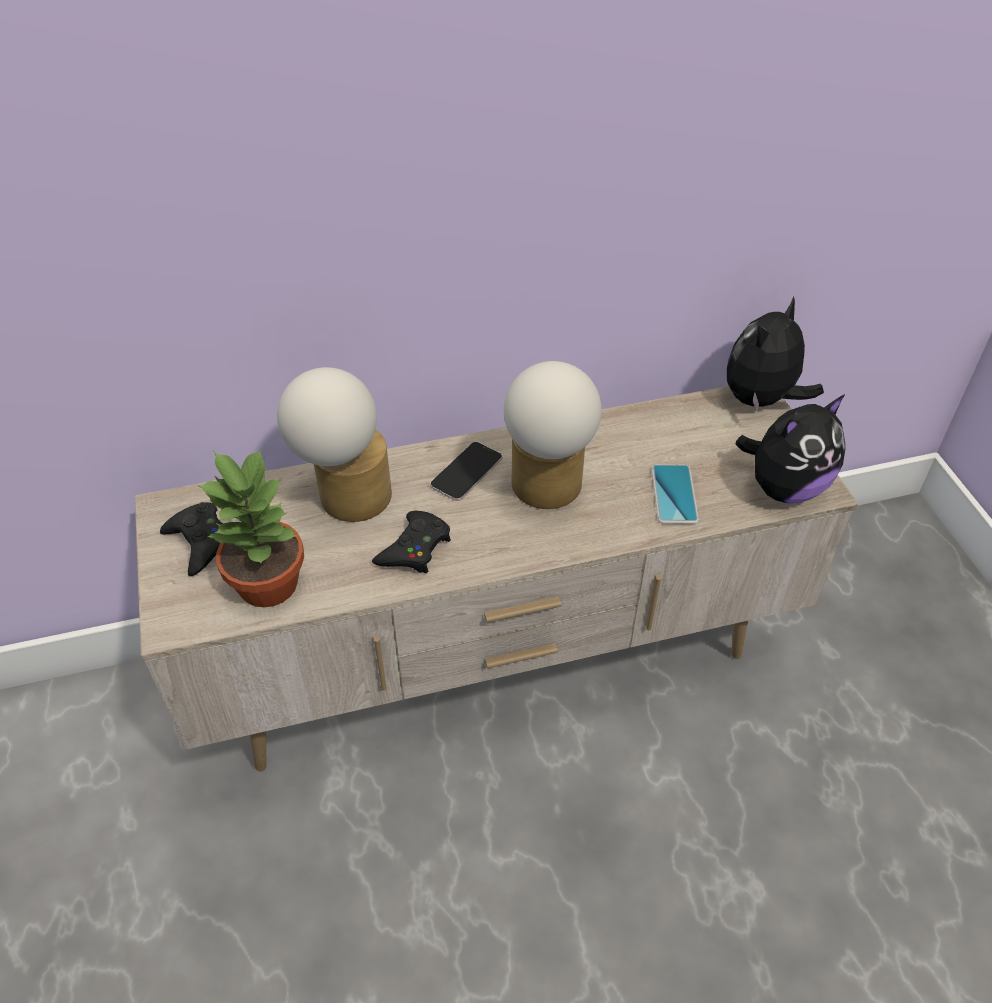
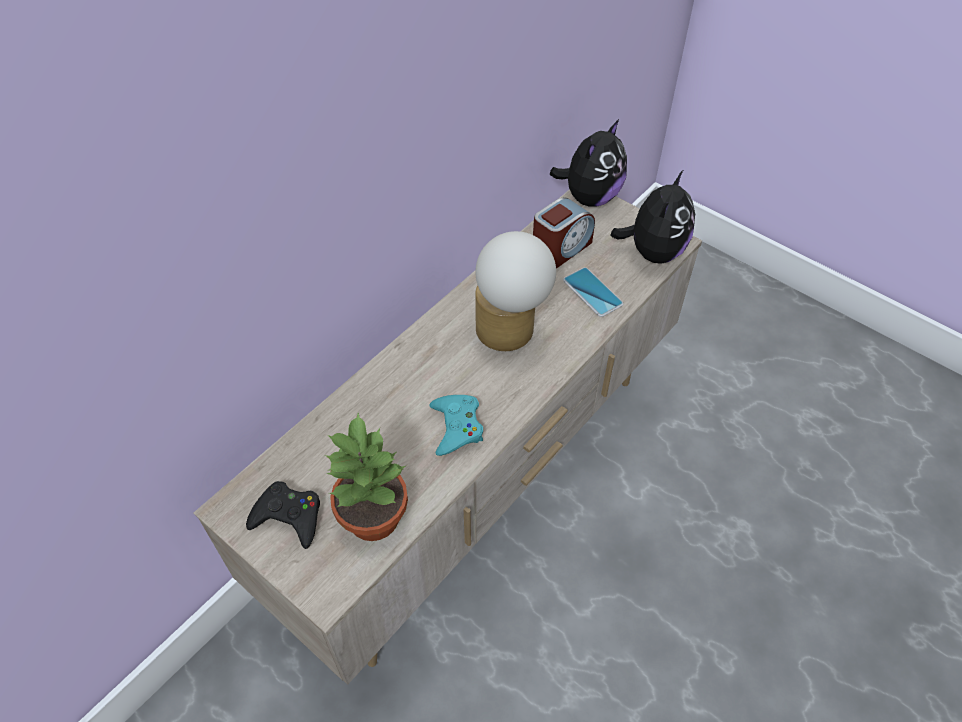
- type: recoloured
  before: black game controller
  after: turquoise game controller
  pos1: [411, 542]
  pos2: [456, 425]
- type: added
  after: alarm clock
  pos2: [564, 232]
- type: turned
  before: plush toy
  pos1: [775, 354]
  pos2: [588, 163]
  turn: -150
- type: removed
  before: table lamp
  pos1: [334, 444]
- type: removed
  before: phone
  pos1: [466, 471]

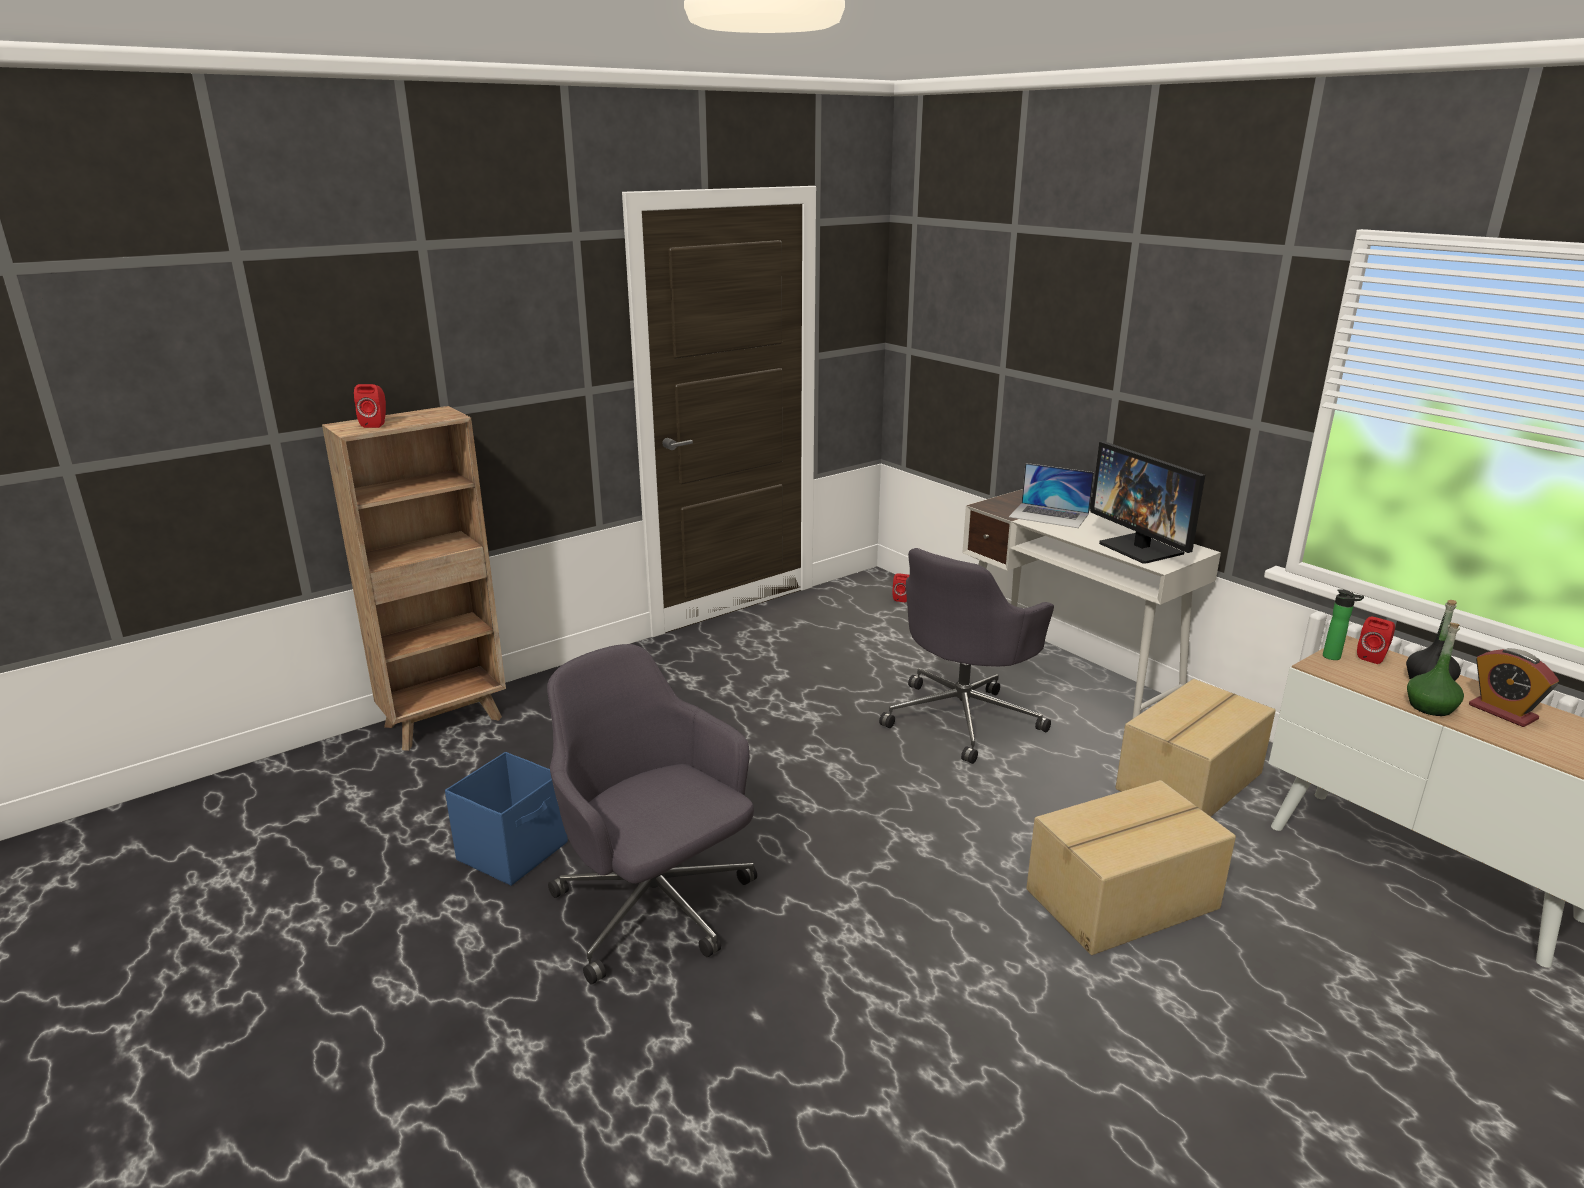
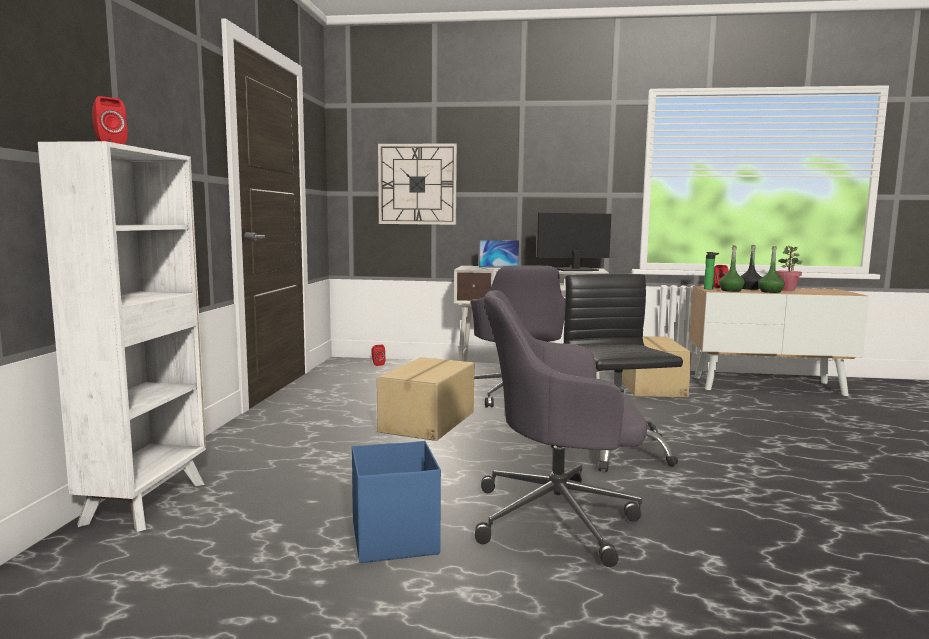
- type: recoloured
  before: brown bookcase
  after: white bookcase
  pos1: [414, 578]
  pos2: [122, 336]
- type: moved
  before: cardboard box
  pos1: [1131, 867]
  pos2: [425, 399]
- type: added
  after: wall clock
  pos2: [417, 184]
- type: turned
  before: monitor
  pos1: [1148, 502]
  pos2: [574, 242]
  turn: 150
- type: added
  after: black office chair
  pos2: [617, 373]
- type: added
  after: green bottle
  pos2: [732, 268]
- type: replaced
  before: alarm clock
  after: potted plant
  pos1: [1514, 687]
  pos2: [789, 268]

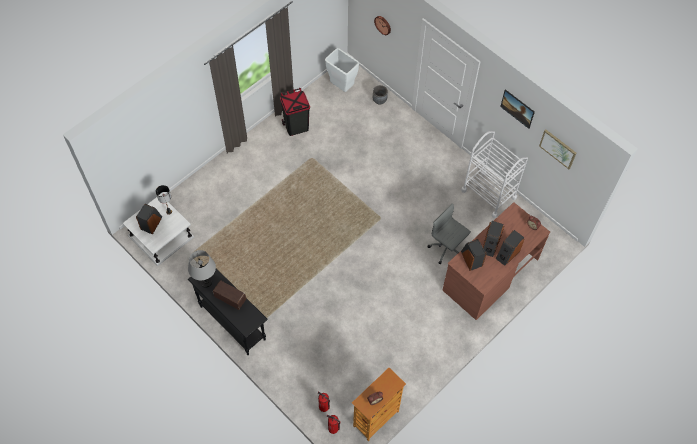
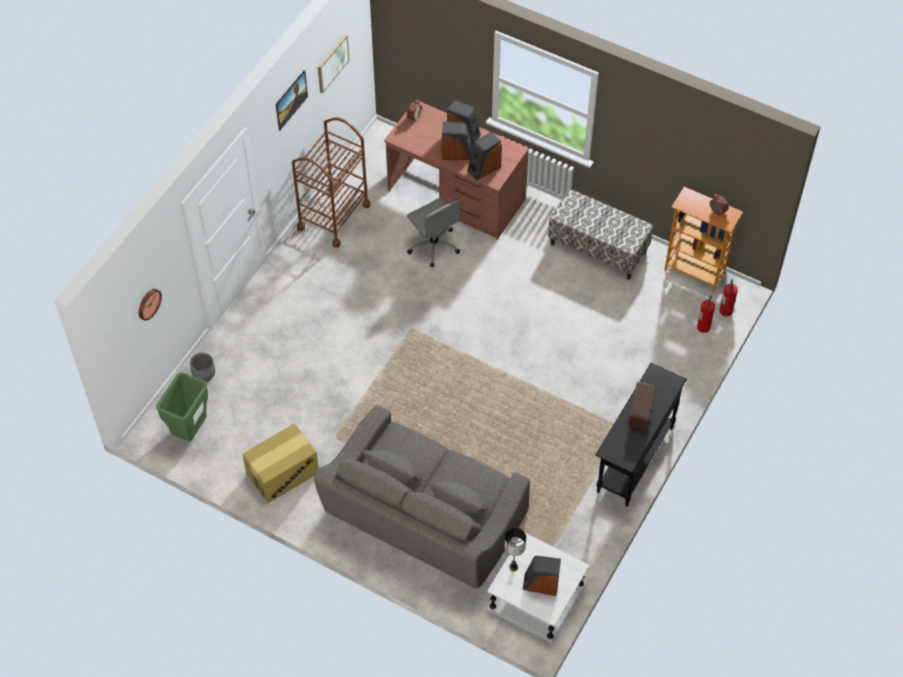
- type: recoloured
  before: white trash can
  after: green trash can
  pos1: [342, 70]
  pos2: [182, 406]
- type: replaced
  before: black trash can
  after: cardboard box
  pos1: [295, 112]
  pos2: [280, 463]
- type: recoloured
  before: white cart
  after: brown cart
  pos1: [494, 174]
  pos2: [331, 182]
- type: added
  after: grey sofa
  pos2: [422, 496]
- type: turned
  before: grey office chair
  pos1: [449, 233]
  pos2: [434, 232]
  turn: -60
- type: added
  after: bench
  pos2: [600, 234]
- type: removed
  before: grey table lamp
  pos1: [202, 269]

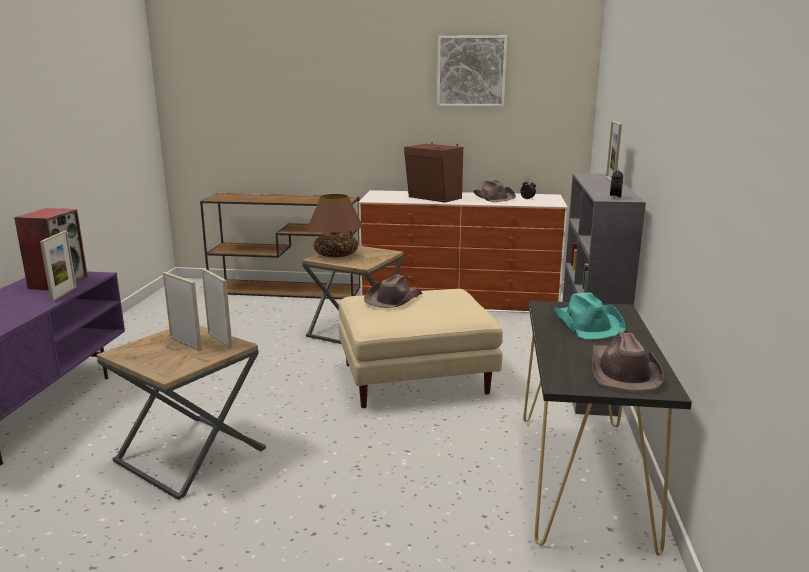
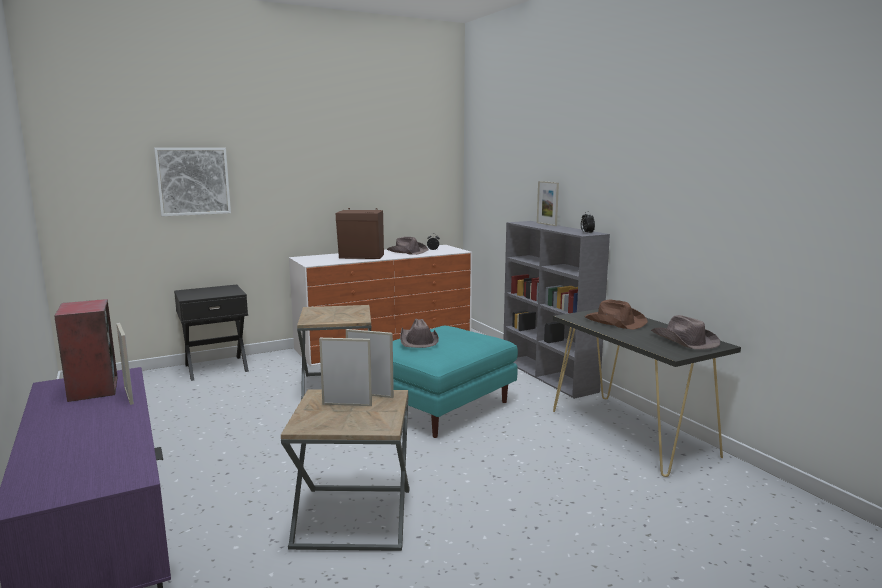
- type: moved
  before: picture
  pos1: [472, 71]
  pos2: [192, 182]
- type: replaced
  before: brown console table
  after: black nightstand
  pos1: [280, 246]
  pos2: [211, 333]
- type: recoloured
  before: beige ottoman
  after: turquoise ottoman
  pos1: [421, 348]
  pos2: [455, 382]
- type: recoloured
  before: turquoise hat
  after: brown hat
  pos1: [589, 316]
  pos2: [616, 315]
- type: removed
  before: brown table lamp
  pos1: [335, 225]

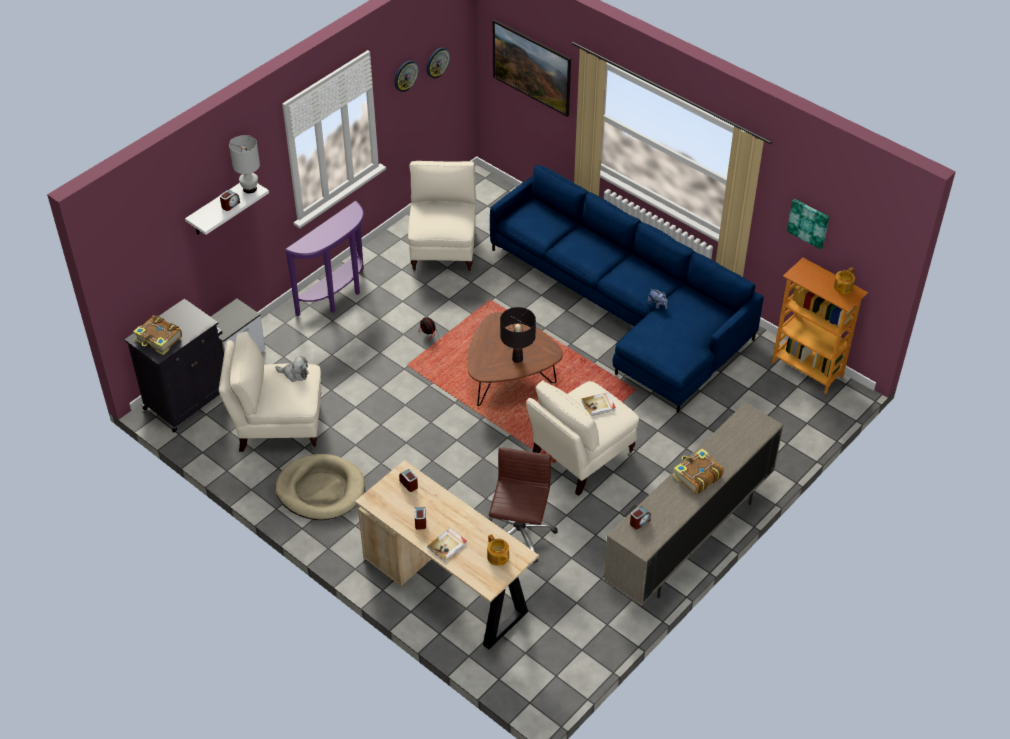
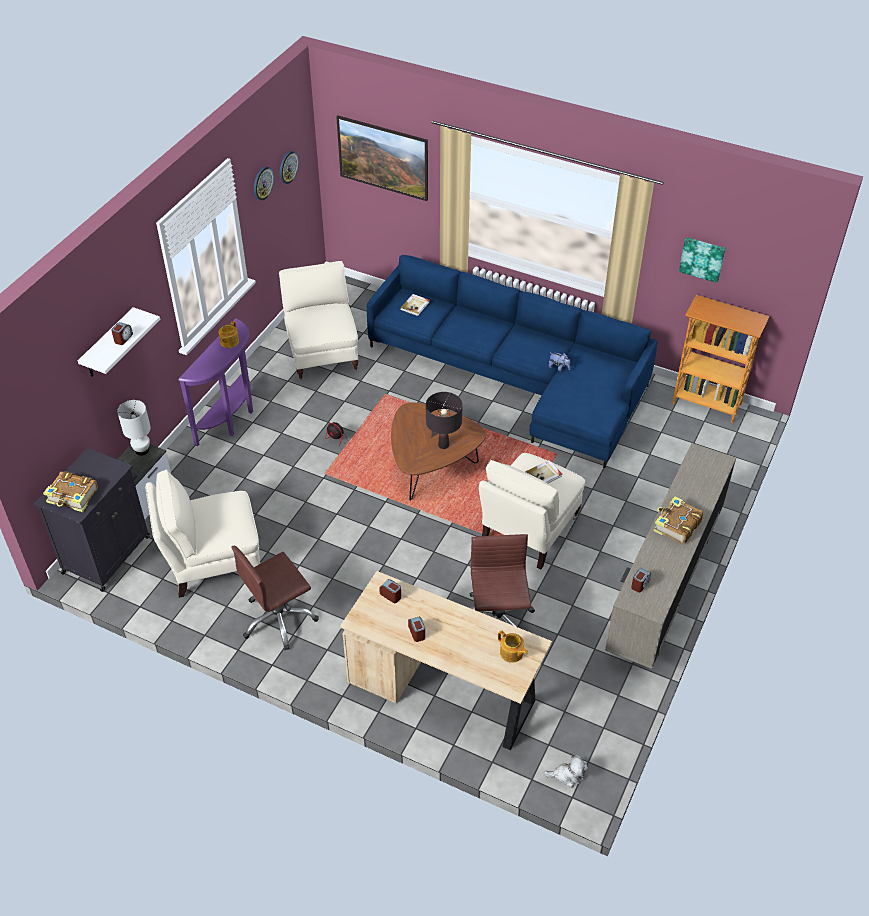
- type: moved
  before: white table lamp
  pos1: [244, 164]
  pos2: [134, 428]
- type: moved
  before: teapot
  pos1: [844, 280]
  pos2: [229, 334]
- type: replaced
  before: beige dog bed
  after: brown office chair
  pos1: [320, 487]
  pos2: [275, 598]
- type: moved
  before: book
  pos1: [447, 545]
  pos2: [414, 305]
- type: moved
  before: plush toy
  pos1: [291, 369]
  pos2: [566, 771]

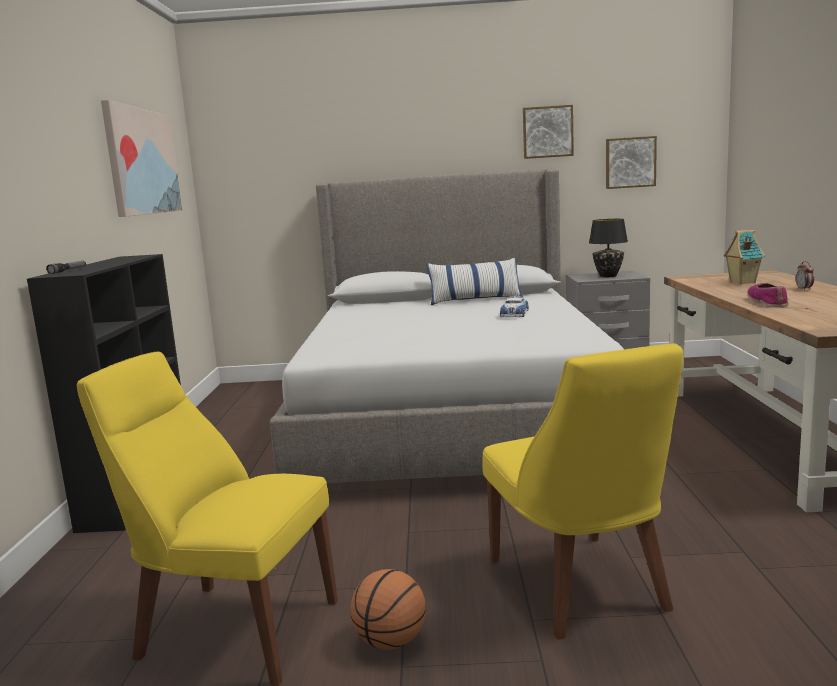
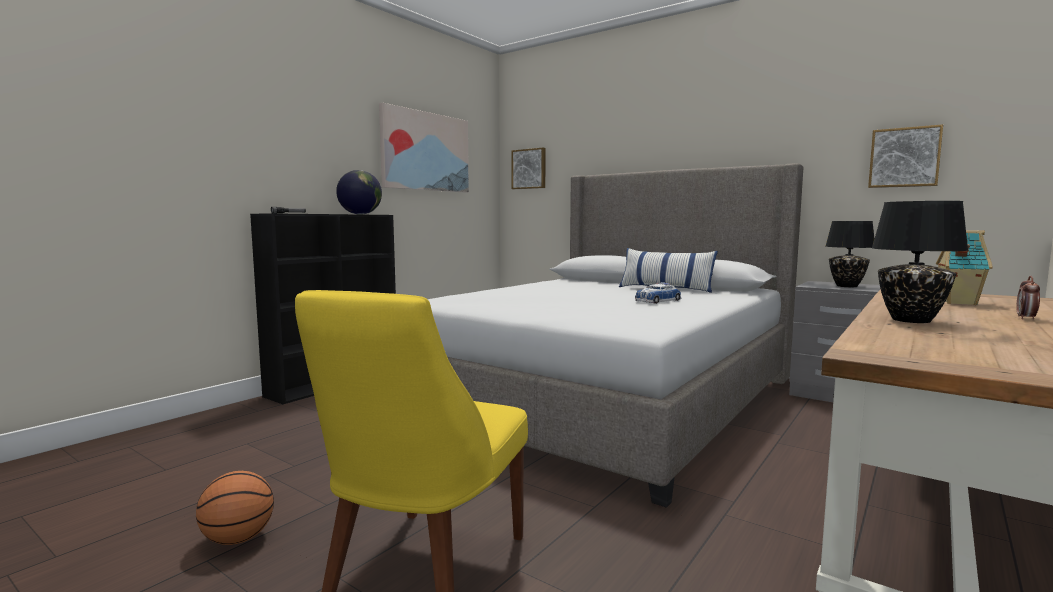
- type: added
  after: globe
  pos2: [359, 192]
- type: moved
  before: picture
  pos1: [548, 132]
  pos2: [528, 168]
- type: replaced
  before: shoe
  after: black table lamp
  pos1: [767, 295]
  pos2: [920, 262]
- type: removed
  before: yellow chair
  pos1: [207, 518]

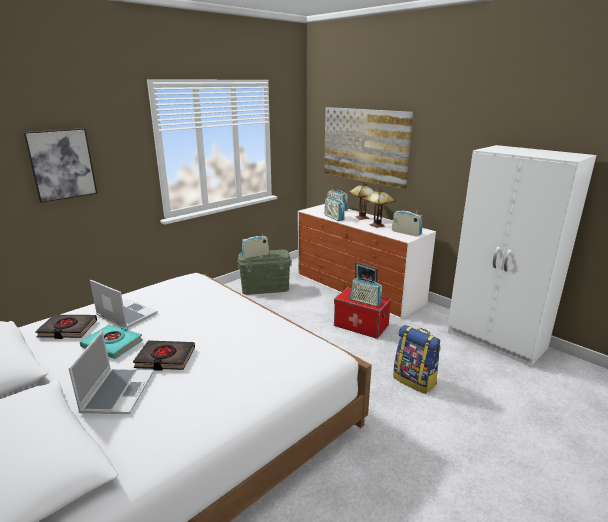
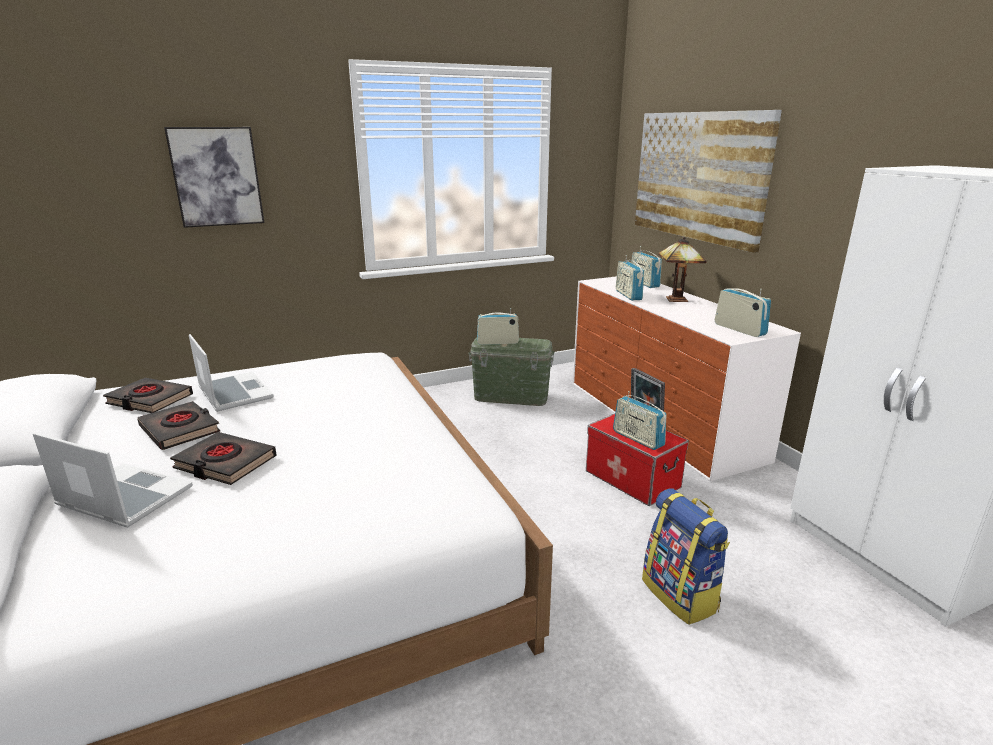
- type: turned
  before: laptop
  pos1: [111, 372]
  pos2: [113, 480]
  turn: -90
- type: recoloured
  before: turquoise book
  after: black book
  pos1: [111, 342]
  pos2: [178, 425]
- type: removed
  before: table lamp
  pos1: [379, 208]

